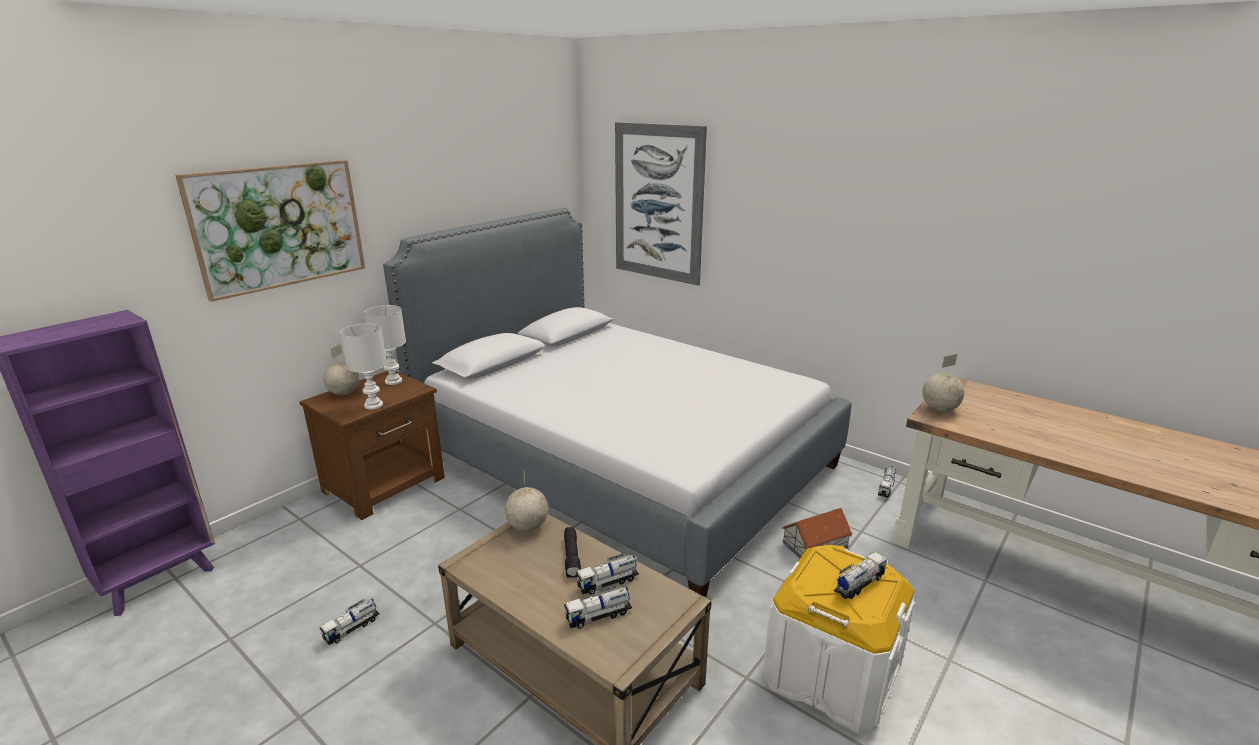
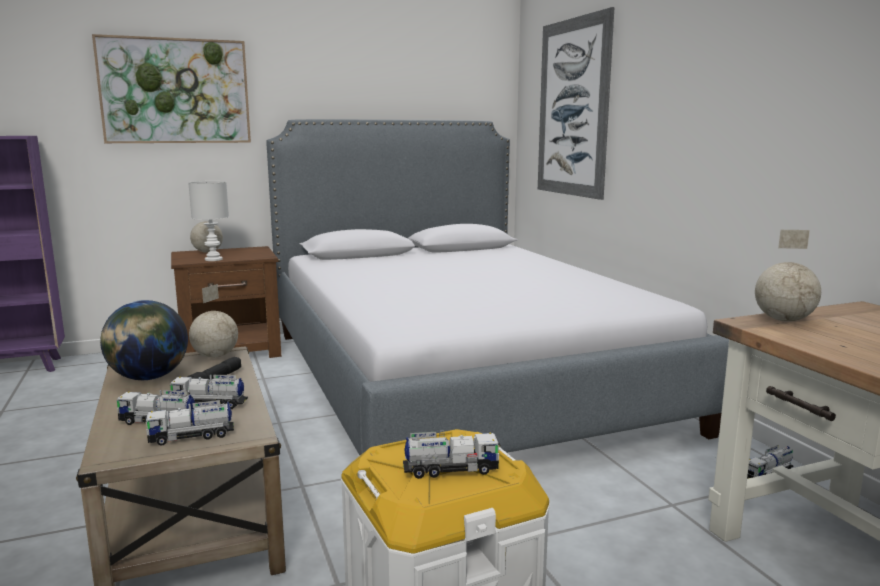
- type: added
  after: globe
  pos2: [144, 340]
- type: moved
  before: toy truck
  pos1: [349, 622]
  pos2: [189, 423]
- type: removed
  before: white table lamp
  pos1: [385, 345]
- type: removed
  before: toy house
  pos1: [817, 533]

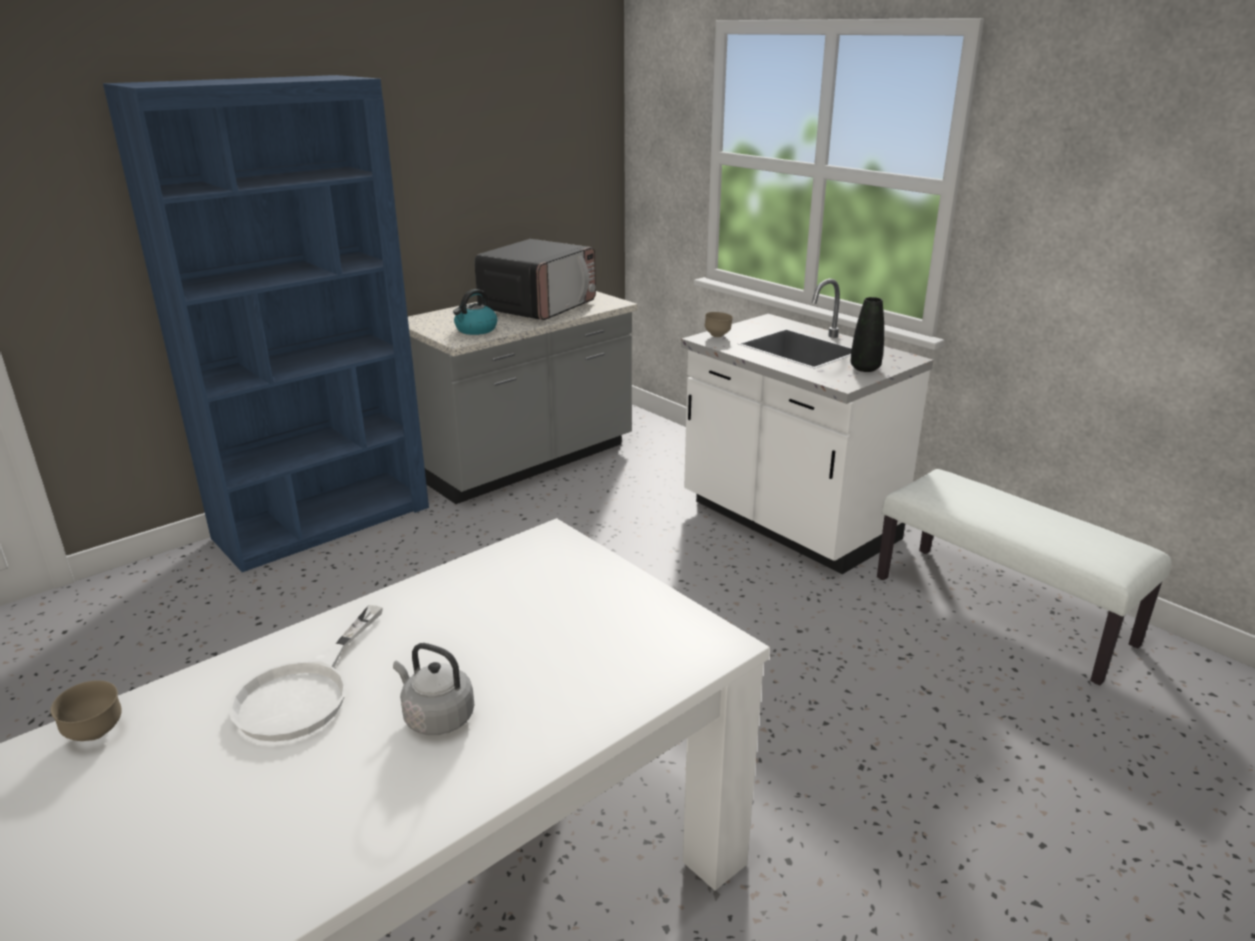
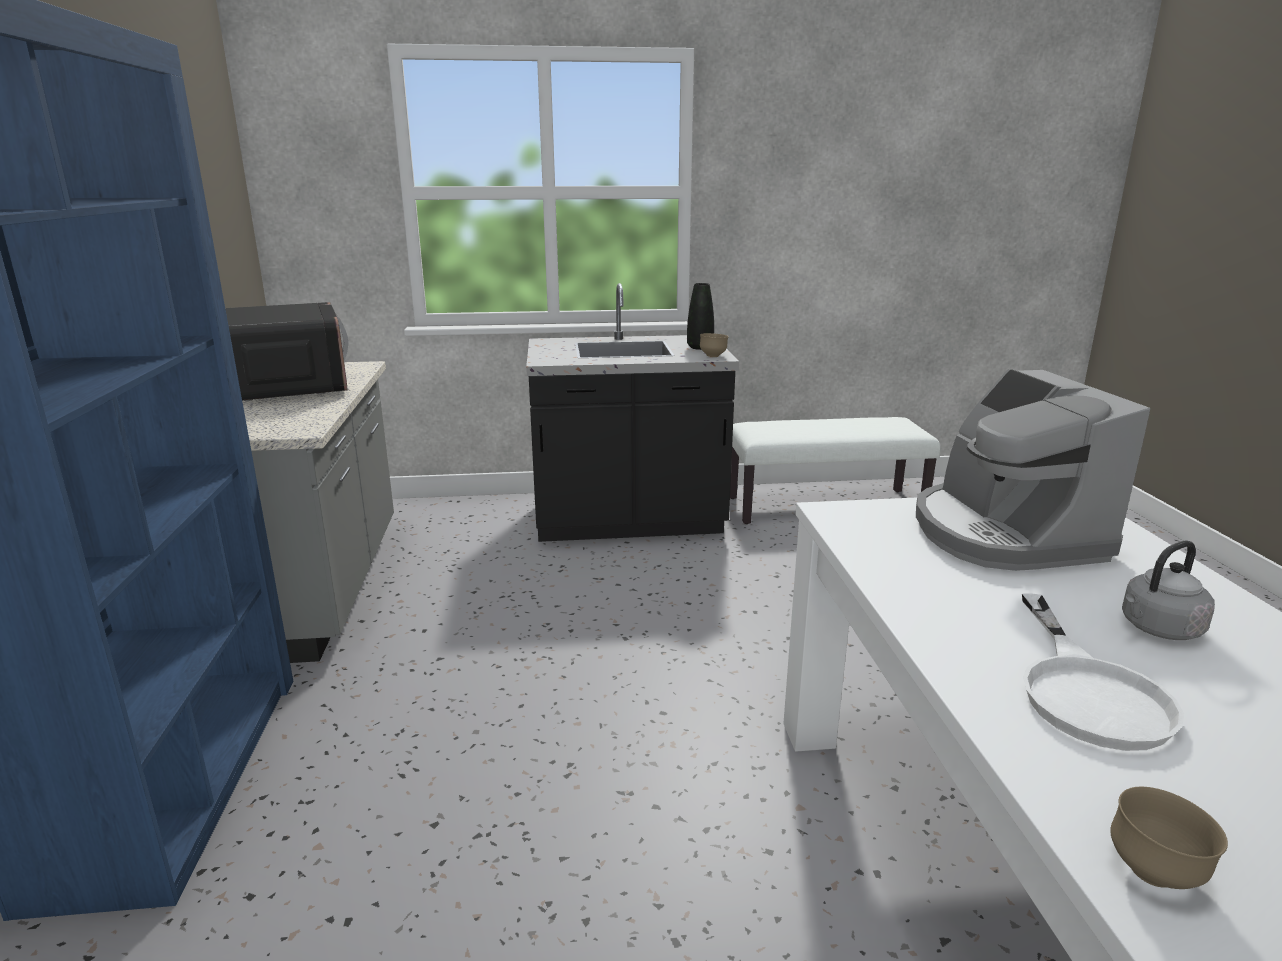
- type: recoloured
  before: white counter
  after: black counter
  pos1: [807, 426]
  pos2: [632, 412]
- type: moved
  before: brown bowl
  pos1: [719, 324]
  pos2: [714, 345]
- type: added
  after: coffee machine
  pos2: [1033, 470]
- type: turned
  before: white frying pan
  pos1: [305, 673]
  pos2: [1103, 672]
  turn: 45
- type: removed
  before: kettle
  pos1: [475, 312]

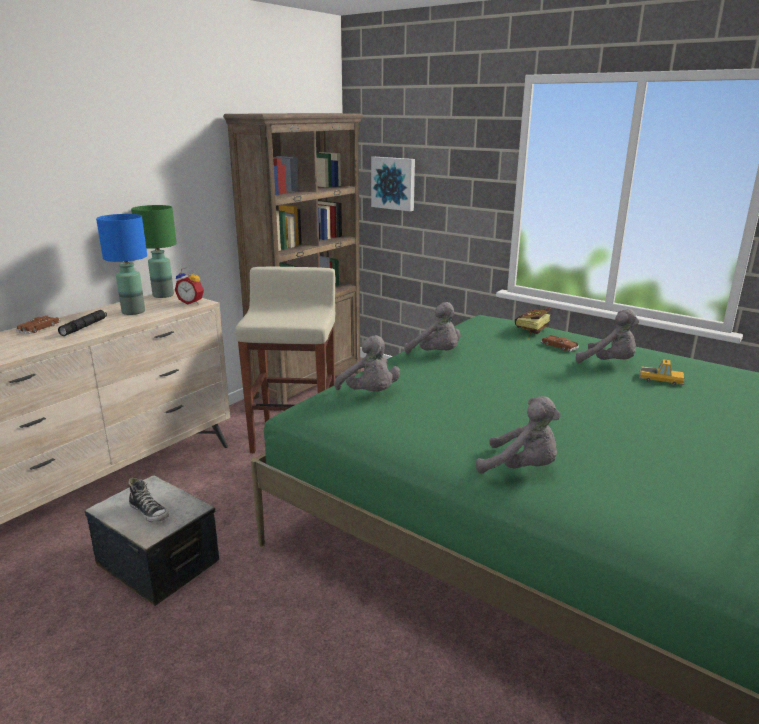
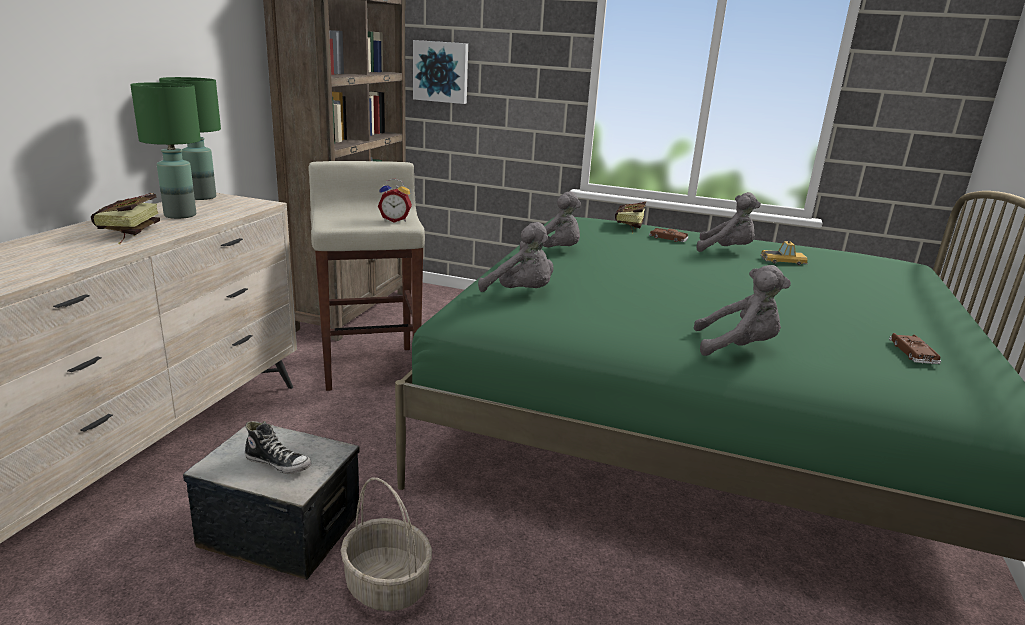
- type: replaced
  before: black flashlight
  after: book
  pos1: [82, 323]
  pos2: [125, 218]
- type: recoloured
  before: blue table lamp
  after: green table lamp
  pos1: [121, 264]
  pos2: [165, 150]
- type: added
  after: basket
  pos2: [386, 544]
- type: moved
  before: alarm clock
  pos1: [189, 286]
  pos2: [395, 200]
- type: moved
  before: brown toy car
  pos1: [38, 325]
  pos2: [915, 348]

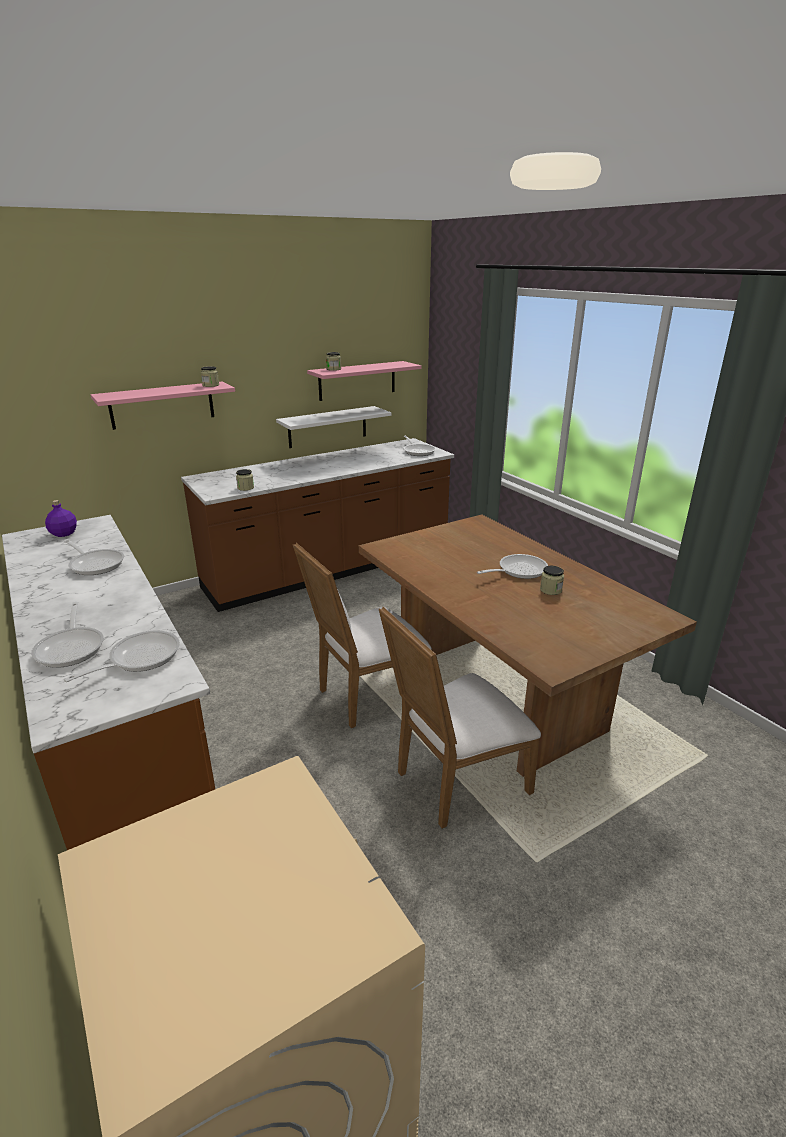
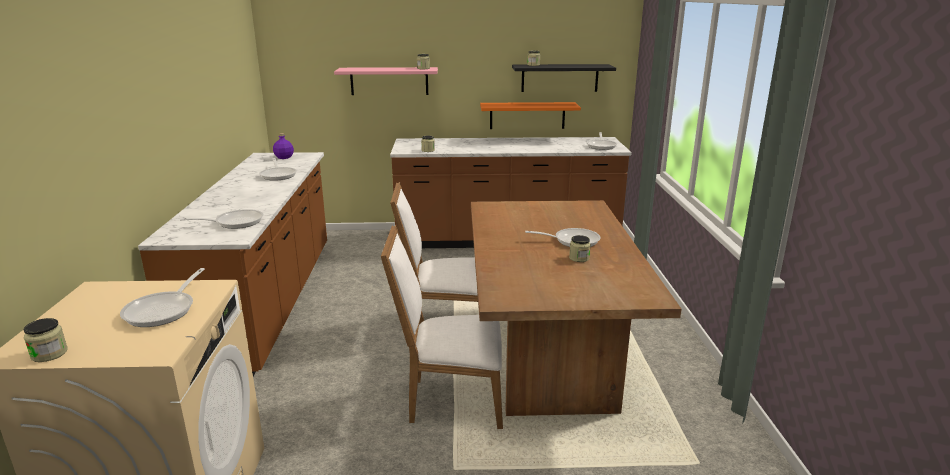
- type: added
  after: jar
  pos2: [46, 340]
- type: moved
  before: frying pan
  pos1: [67, 635]
  pos2: [162, 297]
- type: recoloured
  before: white shelf
  after: orange shelf
  pos1: [333, 427]
  pos2: [530, 115]
- type: recoloured
  before: pink shelf
  after: black shelf
  pos1: [364, 381]
  pos2: [564, 78]

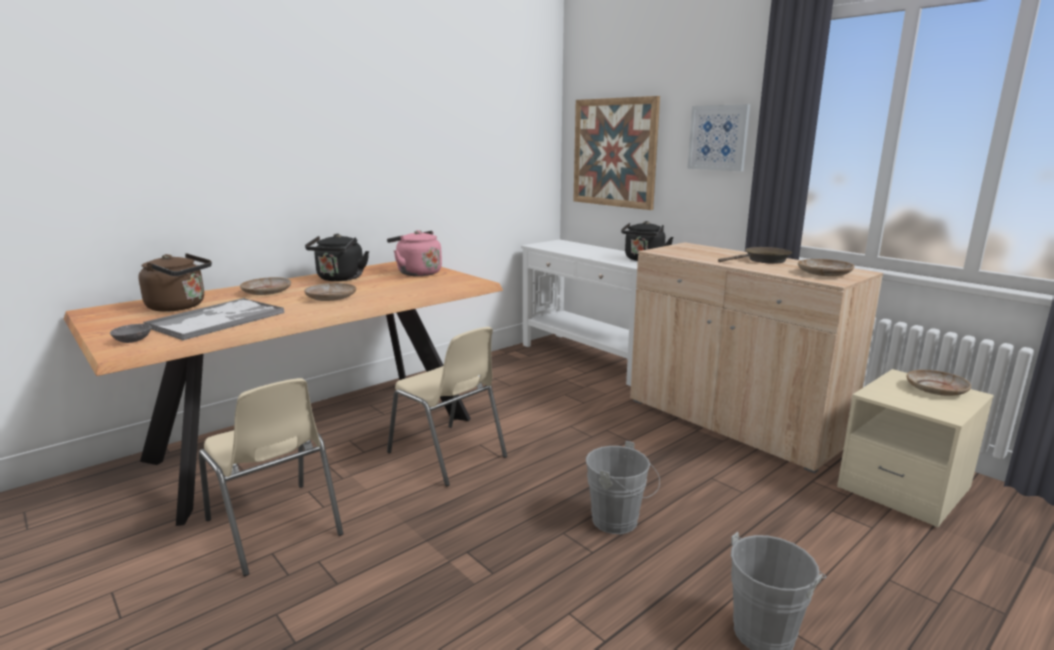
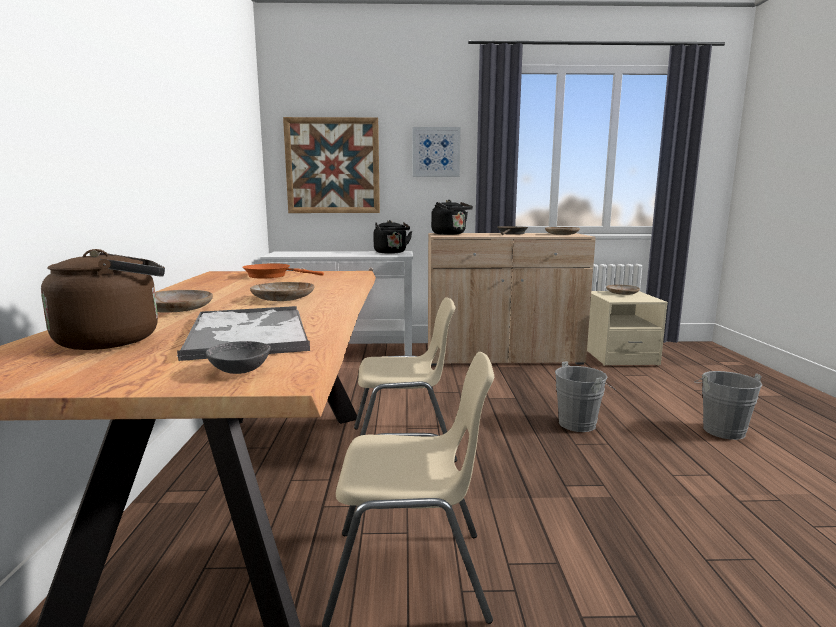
- type: replaced
  before: pink kettle
  after: orange frying pan
  pos1: [414, 253]
  pos2: [283, 270]
- type: moved
  before: black kettle
  pos1: [337, 257]
  pos2: [452, 217]

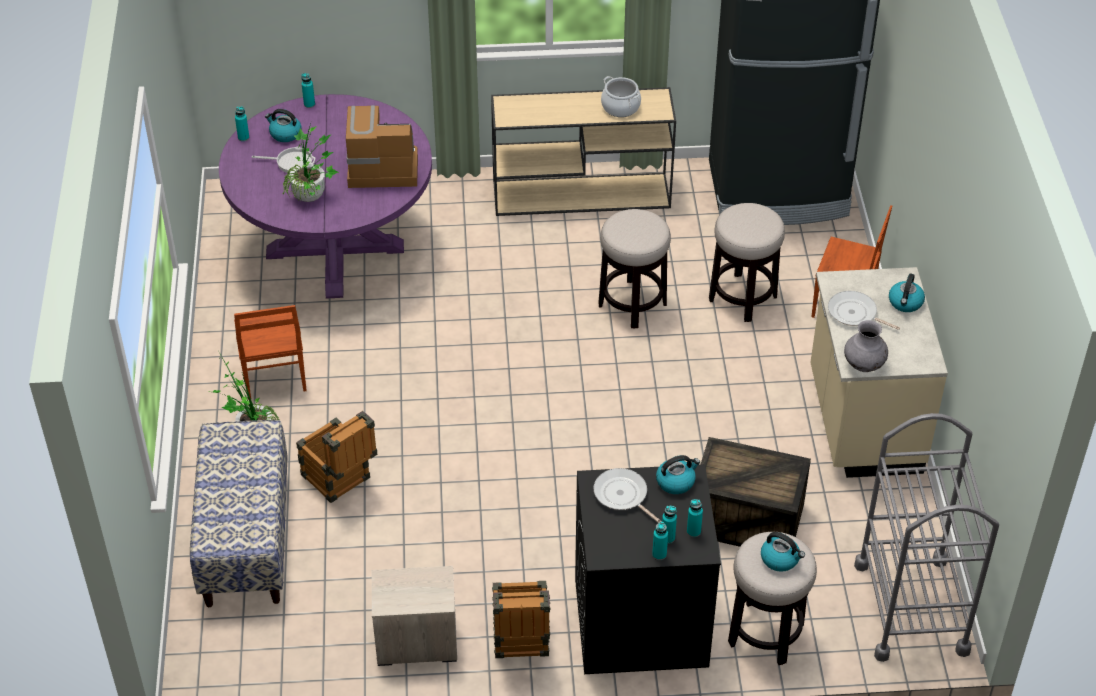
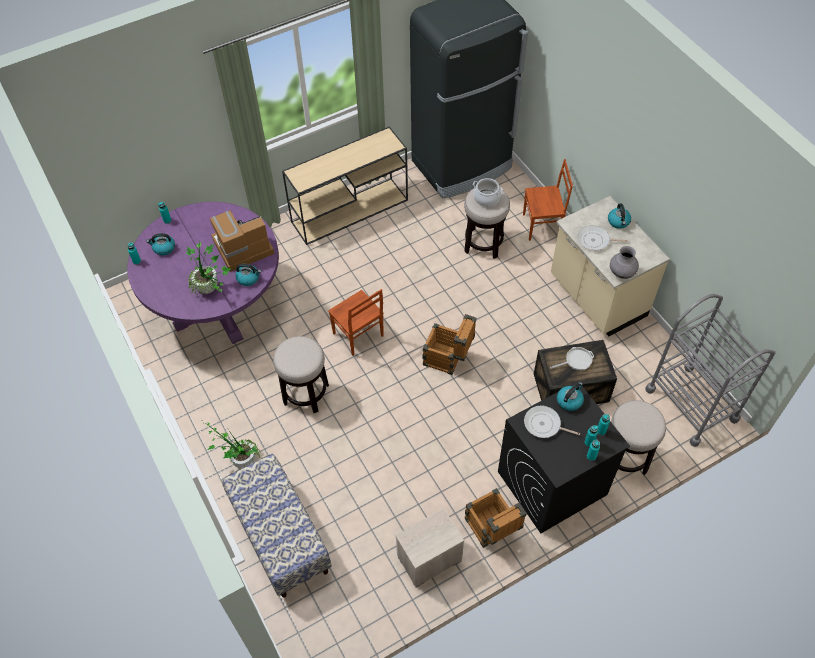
- type: moved
  before: kettle
  pos1: [783, 552]
  pos2: [248, 275]
- type: moved
  before: stool
  pos1: [635, 269]
  pos2: [301, 374]
- type: moved
  before: brown chair
  pos1: [270, 352]
  pos2: [356, 322]
- type: moved
  before: crate
  pos1: [336, 457]
  pos2: [449, 344]
- type: moved
  before: cooking pot
  pos1: [621, 96]
  pos2: [488, 192]
- type: moved
  before: frying pan
  pos1: [283, 160]
  pos2: [572, 358]

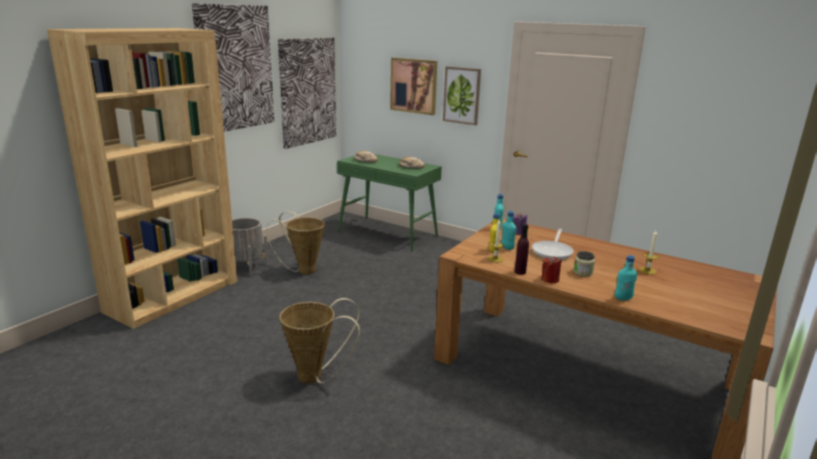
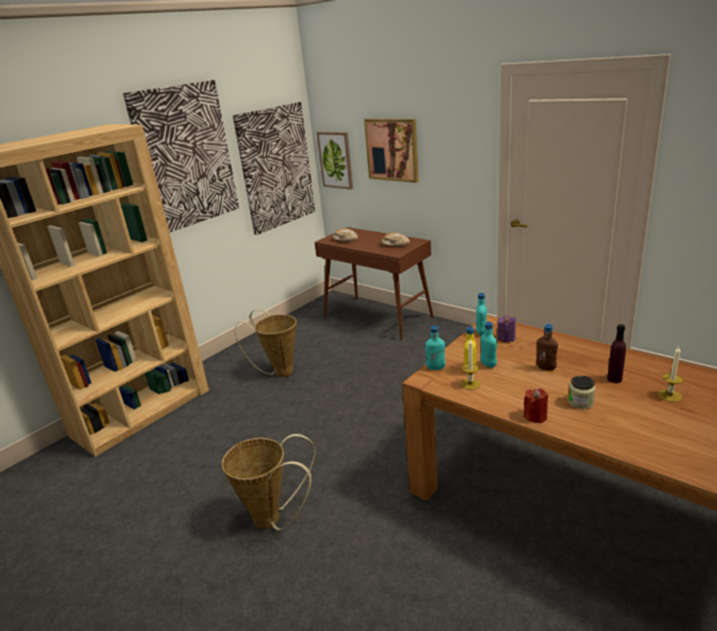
- type: recoloured
  before: green console table
  after: brown console table
  pos1: [389, 203]
  pos2: [373, 283]
- type: moved
  before: picture
  pos1: [462, 95]
  pos2: [335, 160]
- type: moved
  before: turquoise bottle
  pos1: [626, 277]
  pos2: [435, 348]
- type: replaced
  before: frying pan
  after: brown bottle
  pos1: [553, 244]
  pos2: [547, 347]
- type: moved
  before: purple bottle
  pos1: [522, 249]
  pos2: [616, 353]
- type: removed
  before: grey planter
  pos1: [250, 247]

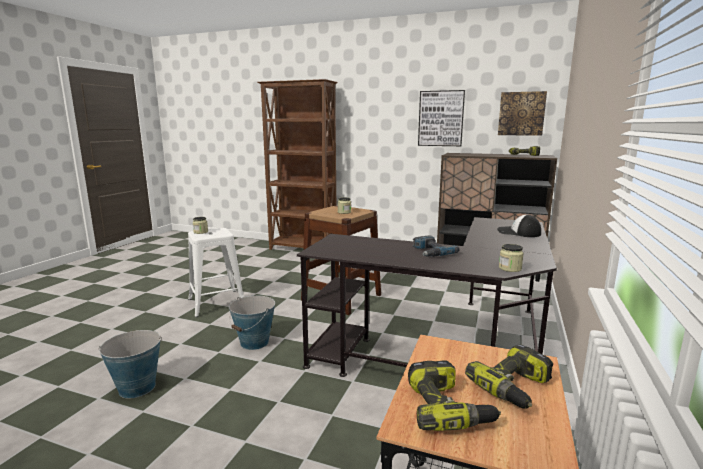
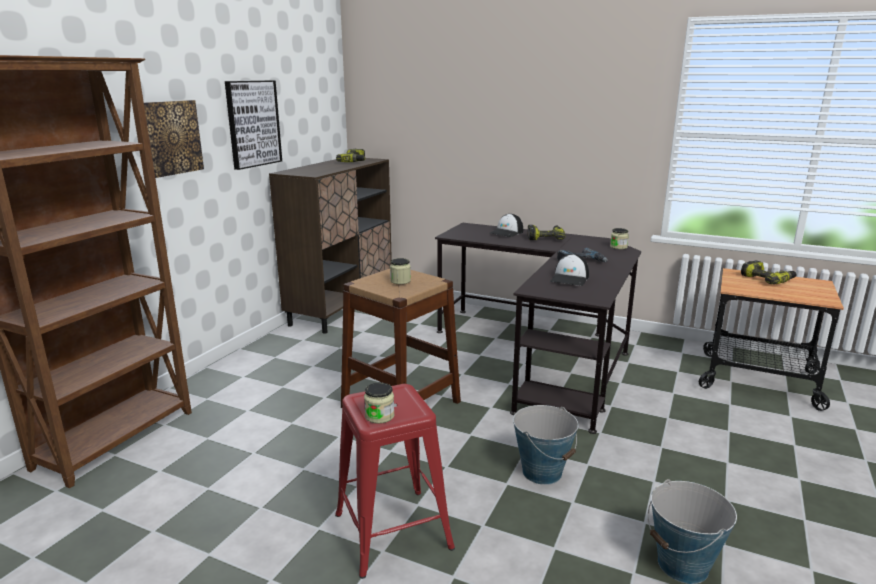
- type: moved
  before: picture
  pos1: [522, 113]
  pos2: [174, 139]
- type: recoloured
  before: white stool
  after: red stool
  pos1: [216, 272]
  pos2: [395, 481]
- type: moved
  before: power drill
  pos1: [454, 396]
  pos2: [546, 232]
- type: added
  after: cap
  pos2: [569, 270]

